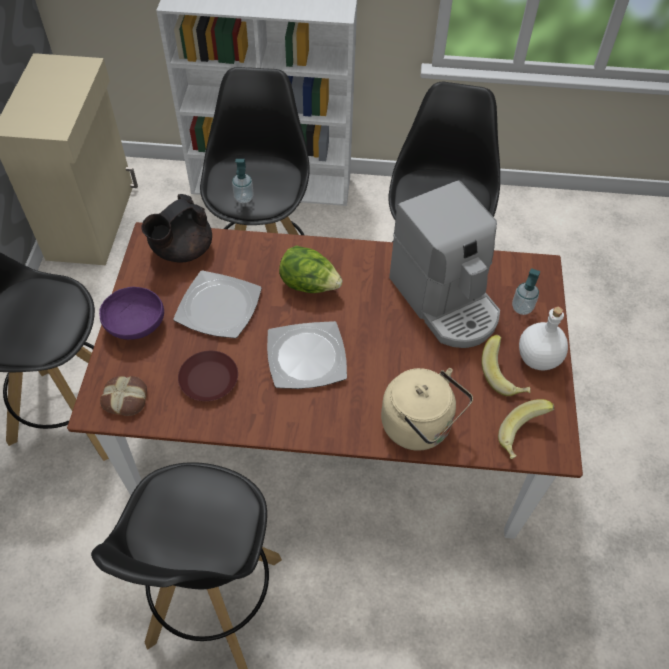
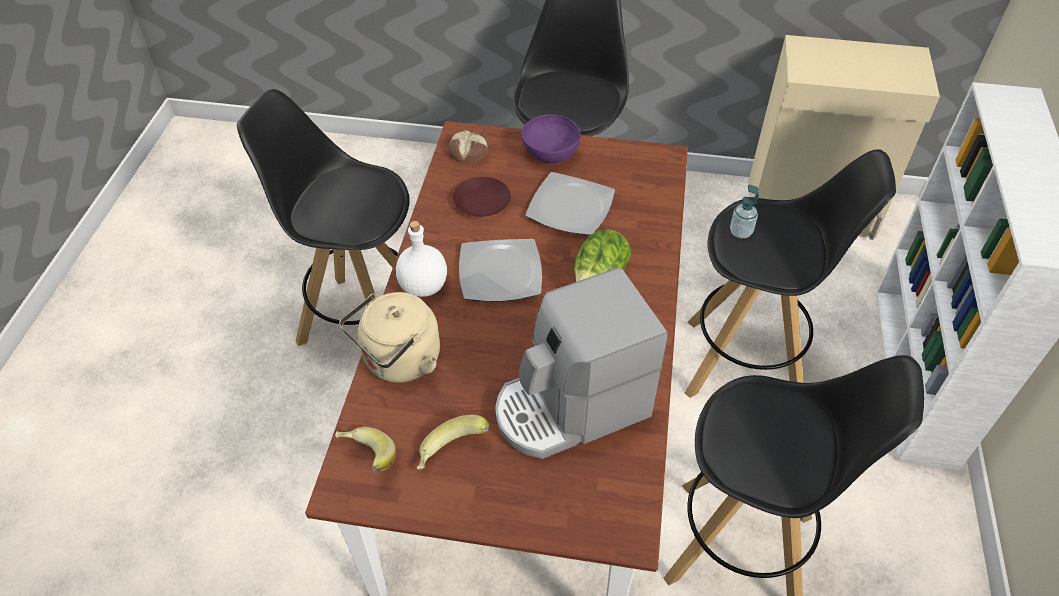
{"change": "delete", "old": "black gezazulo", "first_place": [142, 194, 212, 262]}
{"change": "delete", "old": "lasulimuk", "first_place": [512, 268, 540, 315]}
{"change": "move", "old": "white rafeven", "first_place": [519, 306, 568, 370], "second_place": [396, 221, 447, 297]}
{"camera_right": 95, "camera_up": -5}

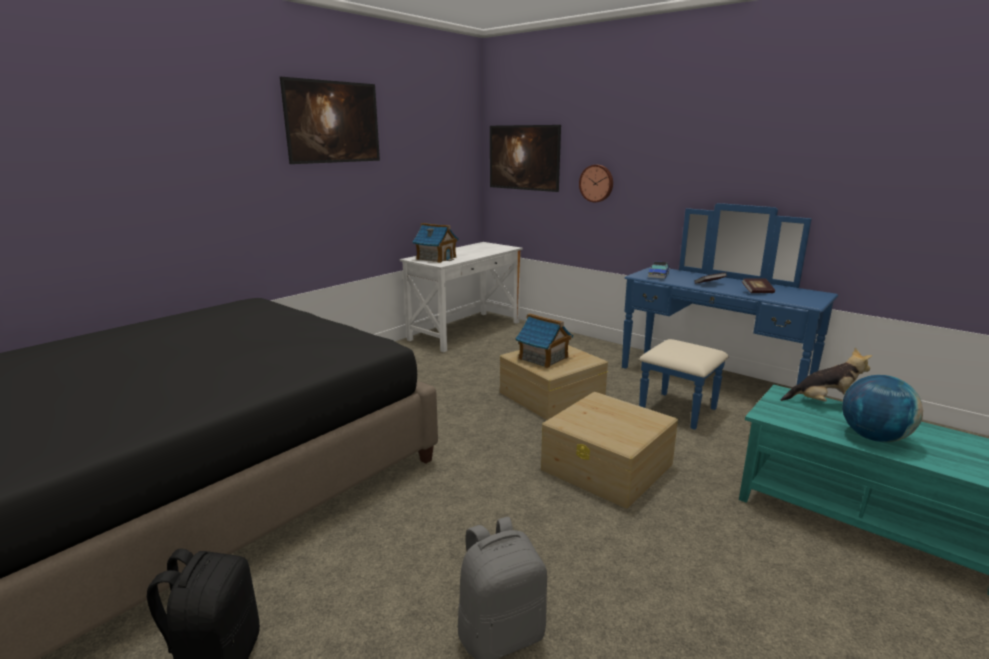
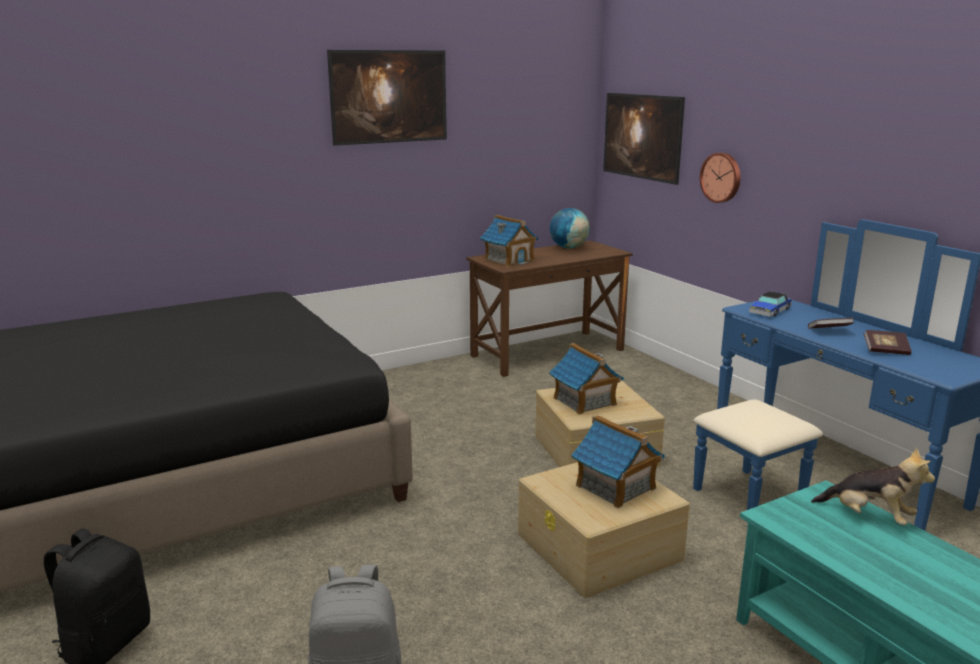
{"change": "recolor", "old": "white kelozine", "new": "brown kelozine", "first_place": [400, 242, 523, 352], "second_place": [466, 241, 633, 377]}
{"change": "move", "old": "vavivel", "first_place": [842, 375, 923, 442], "second_place": [550, 208, 590, 248]}
{"change": "insert", "new": "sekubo", "second_place": [571, 415, 665, 508]}
{"camera_right": 20, "camera_up": 0}

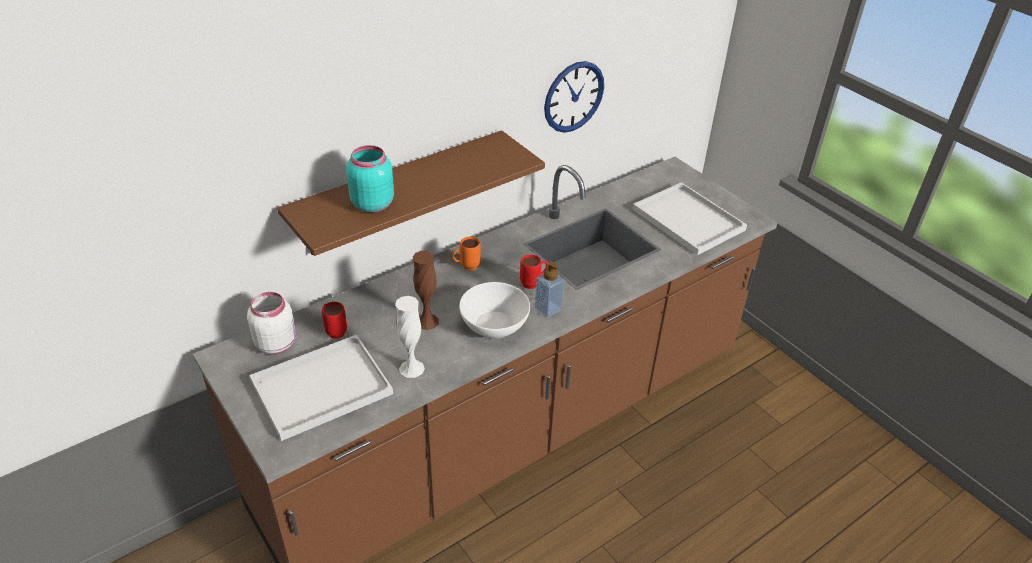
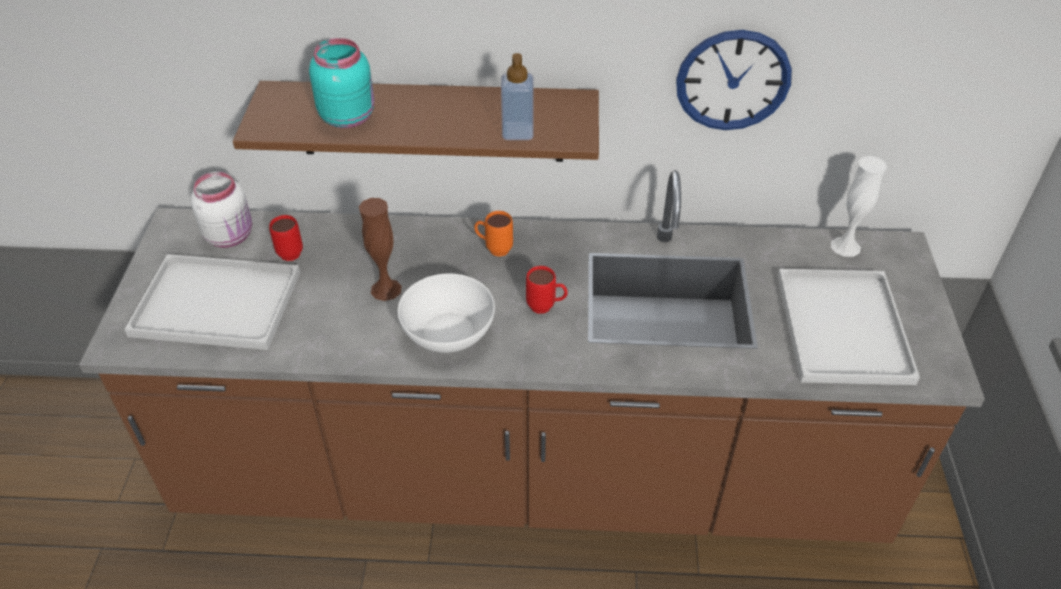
{"change": "move", "old": "lasulimuk", "first_place": [535, 261, 564, 318], "second_place": [501, 53, 534, 140]}
{"change": "move", "old": "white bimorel", "first_place": [395, 296, 425, 378], "second_place": [831, 156, 887, 257]}
{"camera_right": 40, "camera_up": 5}

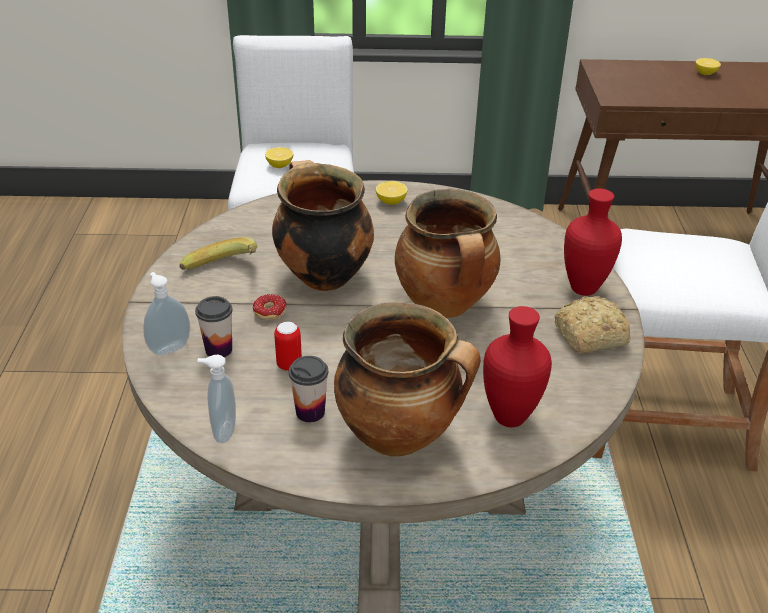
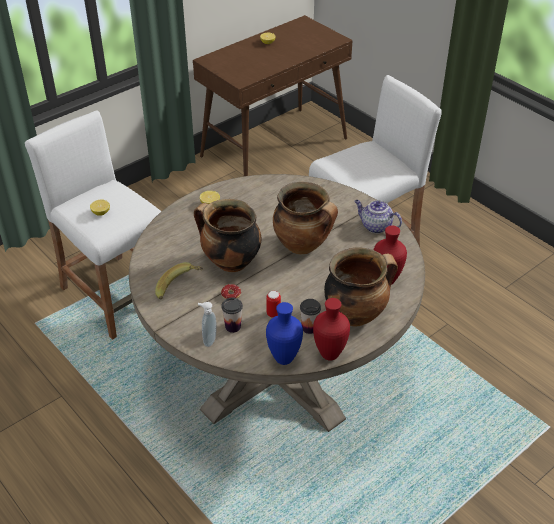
{"change": "move", "old": "red bimorel", "first_place": [564, 188, 622, 296], "second_place": [313, 298, 350, 361]}
{"change": "replace", "old": "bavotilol", "new": "gezazulo", "first_place": [555, 296, 630, 353], "second_place": [354, 200, 402, 234]}
{"change": "replace", "old": "lasulimuk", "new": "blue bimorel", "first_place": [197, 355, 236, 443], "second_place": [266, 302, 303, 365]}
{"camera_right": -40, "camera_up": 5}

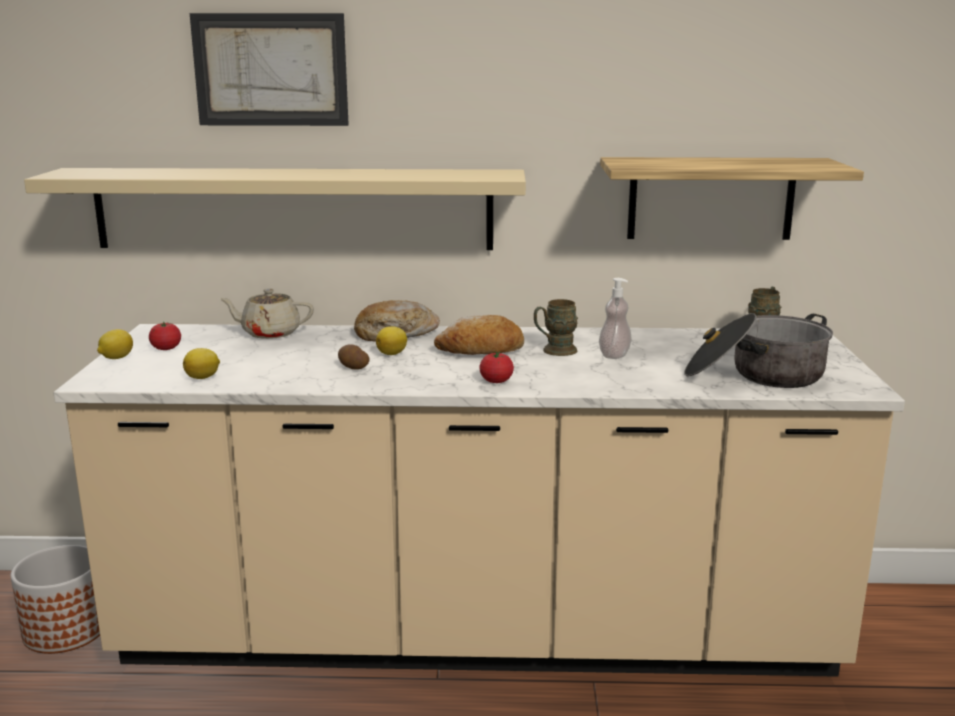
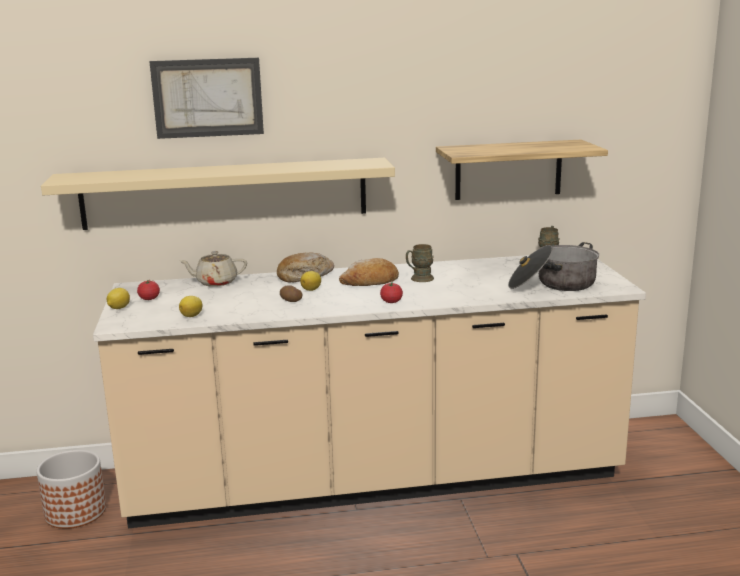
{"change": "delete", "old": "lasulimuk", "first_place": [599, 278, 632, 359]}
{"camera_right": -10, "camera_up": 0}

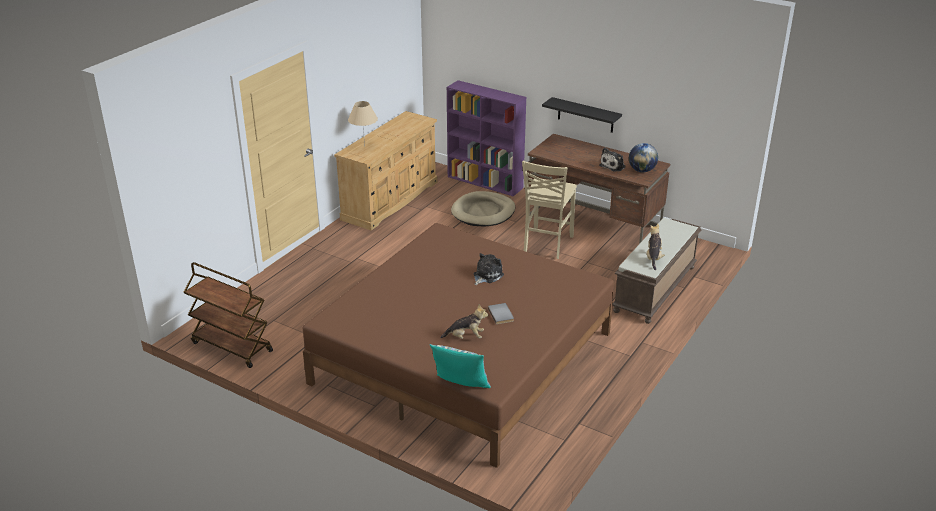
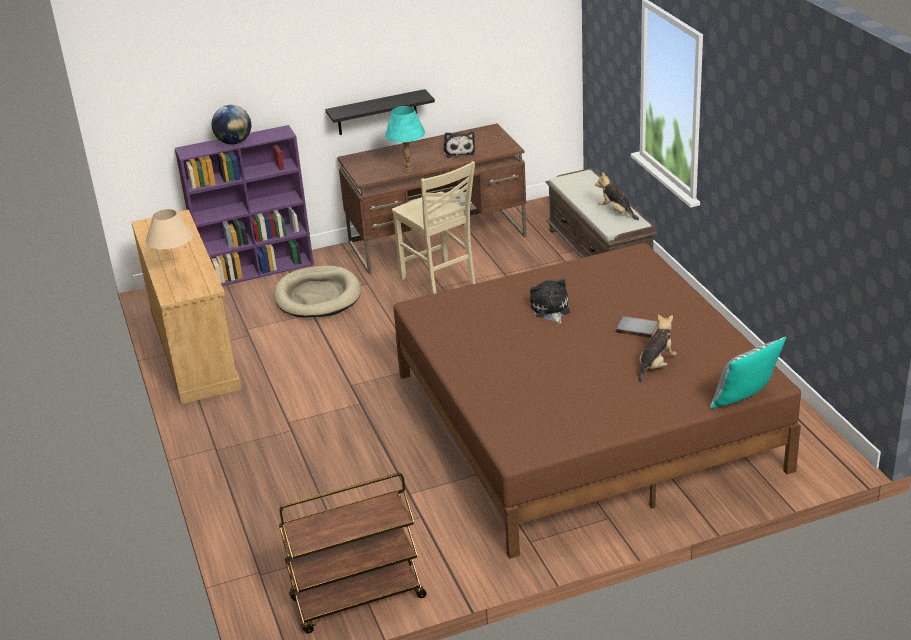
{"change": "move", "old": "vavivel", "first_place": [629, 143, 658, 172], "second_place": [212, 105, 251, 145]}
{"change": "insert", "new": "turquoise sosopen", "second_place": [385, 106, 425, 173]}
{"camera_right": -50, "camera_up": 0}

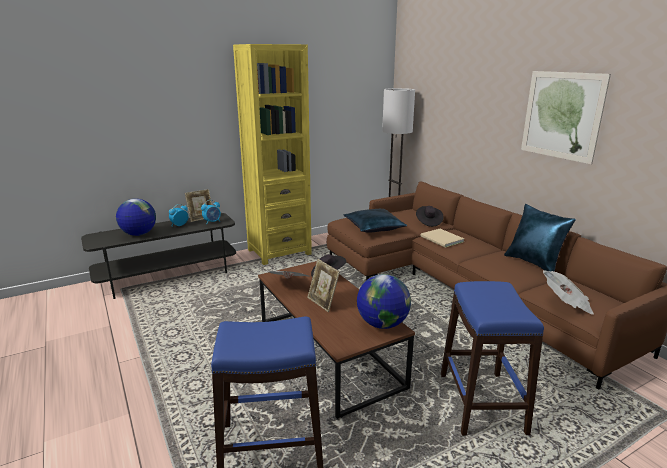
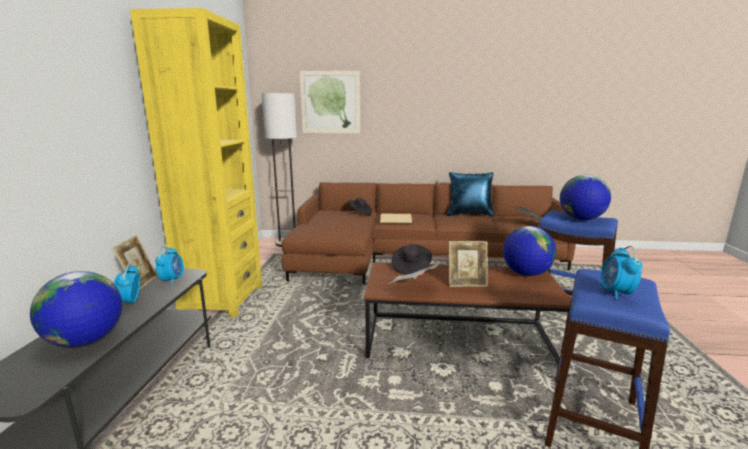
{"change": "move", "old": "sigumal", "first_place": [521, 71, 611, 164], "second_place": [300, 71, 360, 133]}
{"change": "delete", "old": "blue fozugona", "first_place": [344, 209, 407, 233]}
{"change": "insert", "new": "vavivel", "second_place": [560, 175, 611, 220]}
{"change": "insert", "new": "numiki", "second_place": [601, 246, 642, 299]}
{"camera_right": -55, "camera_up": -5}

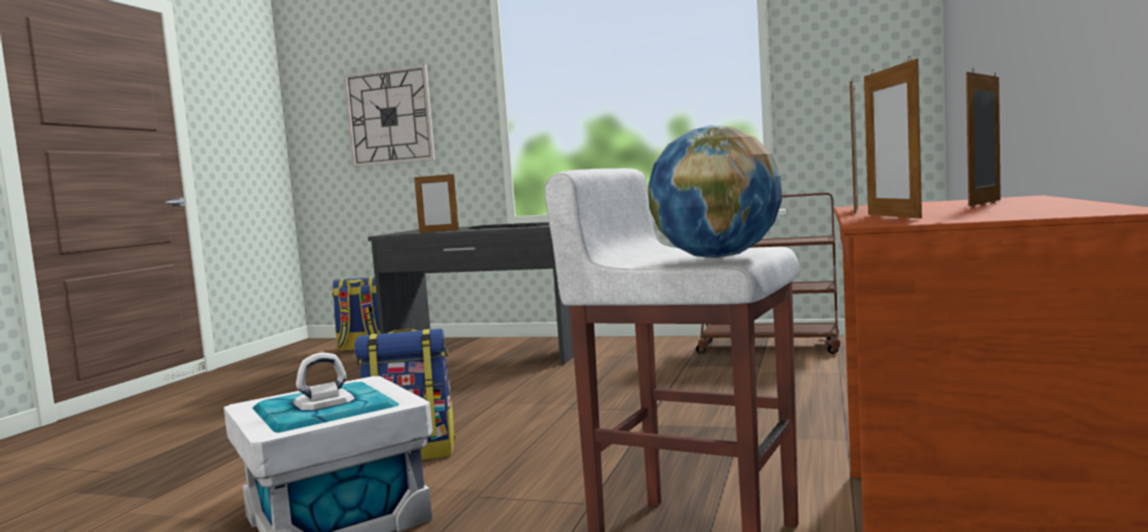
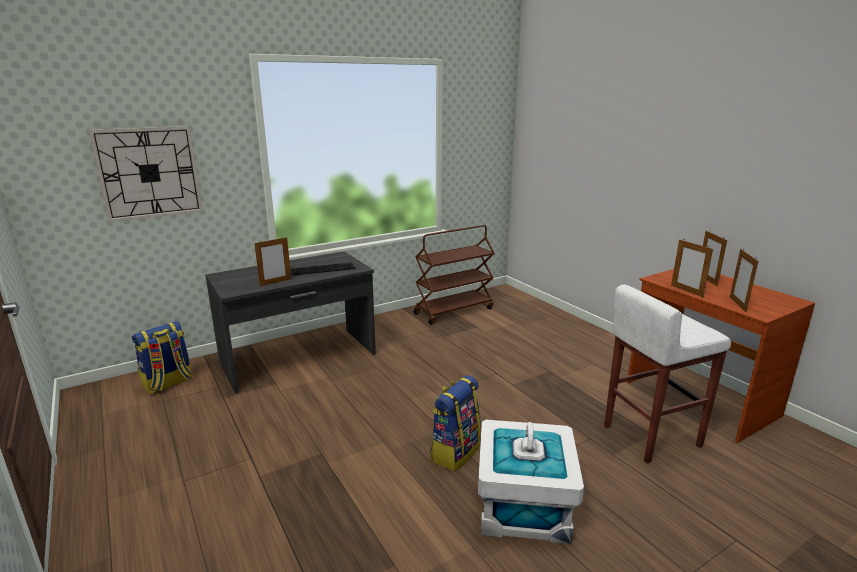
{"change": "rotate", "old": "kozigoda", "first_place": [864, 56, 922, 219], "second_place": [730, 249, 759, 312], "degrees": 60}
{"change": "delete", "old": "vavivel", "first_place": [648, 125, 782, 258]}
{"camera_right": -50, "camera_up": 15}

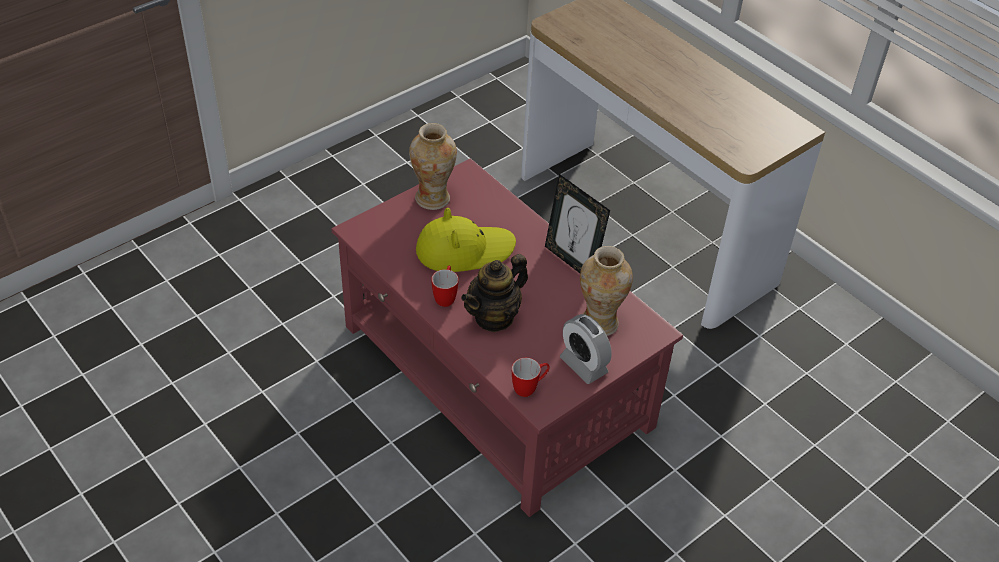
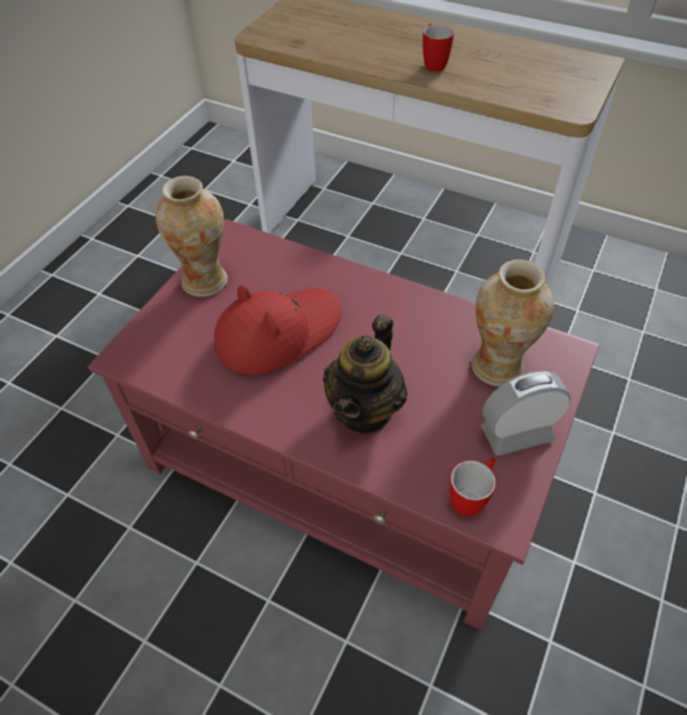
{"change": "delete", "old": "kozigoda", "first_place": [545, 174, 610, 273]}
{"change": "recolor", "old": "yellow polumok", "new": "red polumok", "first_place": [416, 208, 516, 272], "second_place": [214, 285, 341, 375]}
{"change": "move", "old": "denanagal", "first_place": [431, 266, 459, 307], "second_place": [423, 24, 454, 72]}
{"change": "rotate", "old": "numiki", "first_place": [560, 314, 612, 384], "second_place": [481, 371, 571, 456], "degrees": 135}
{"camera_right": -20, "camera_up": 5}

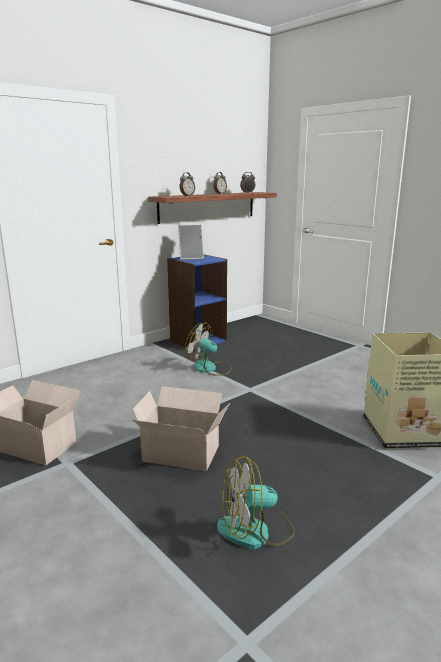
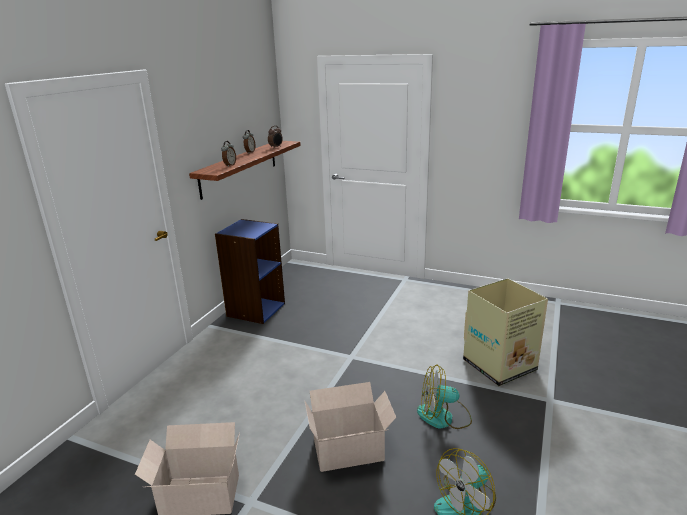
{"change": "delete", "old": "kozigoda", "first_place": [178, 224, 204, 260]}
{"change": "move", "old": "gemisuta", "first_place": [185, 323, 232, 376], "second_place": [417, 365, 472, 429]}
{"camera_right": -25, "camera_up": 5}

